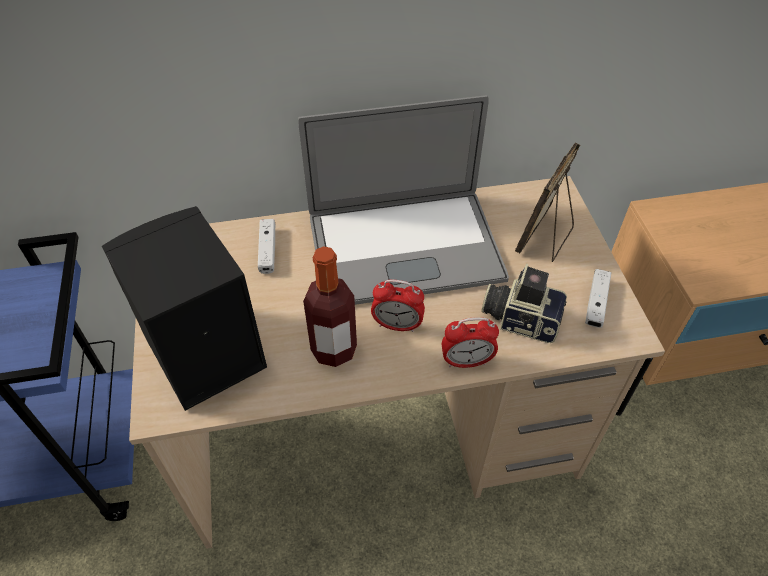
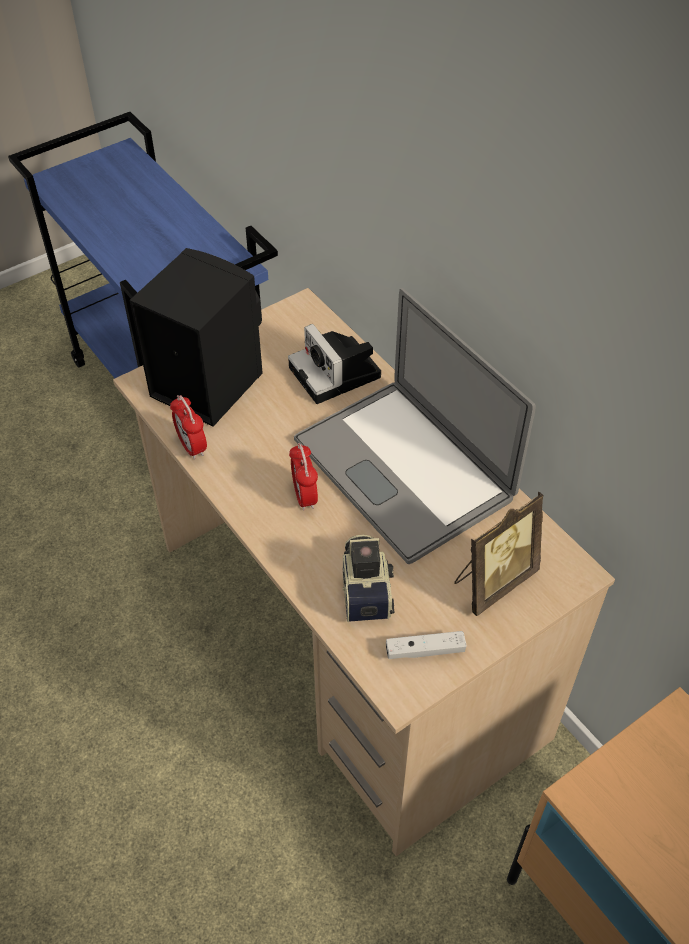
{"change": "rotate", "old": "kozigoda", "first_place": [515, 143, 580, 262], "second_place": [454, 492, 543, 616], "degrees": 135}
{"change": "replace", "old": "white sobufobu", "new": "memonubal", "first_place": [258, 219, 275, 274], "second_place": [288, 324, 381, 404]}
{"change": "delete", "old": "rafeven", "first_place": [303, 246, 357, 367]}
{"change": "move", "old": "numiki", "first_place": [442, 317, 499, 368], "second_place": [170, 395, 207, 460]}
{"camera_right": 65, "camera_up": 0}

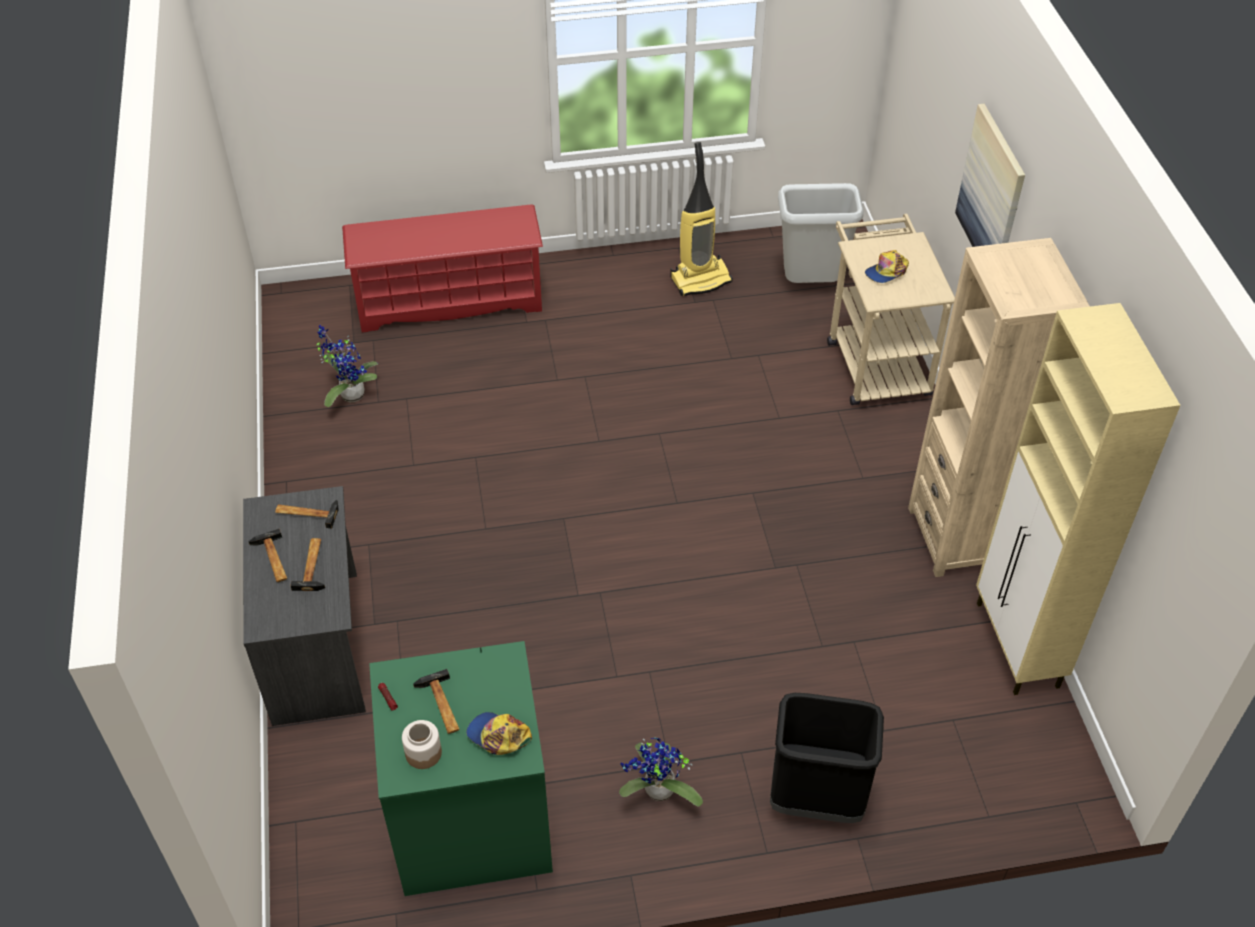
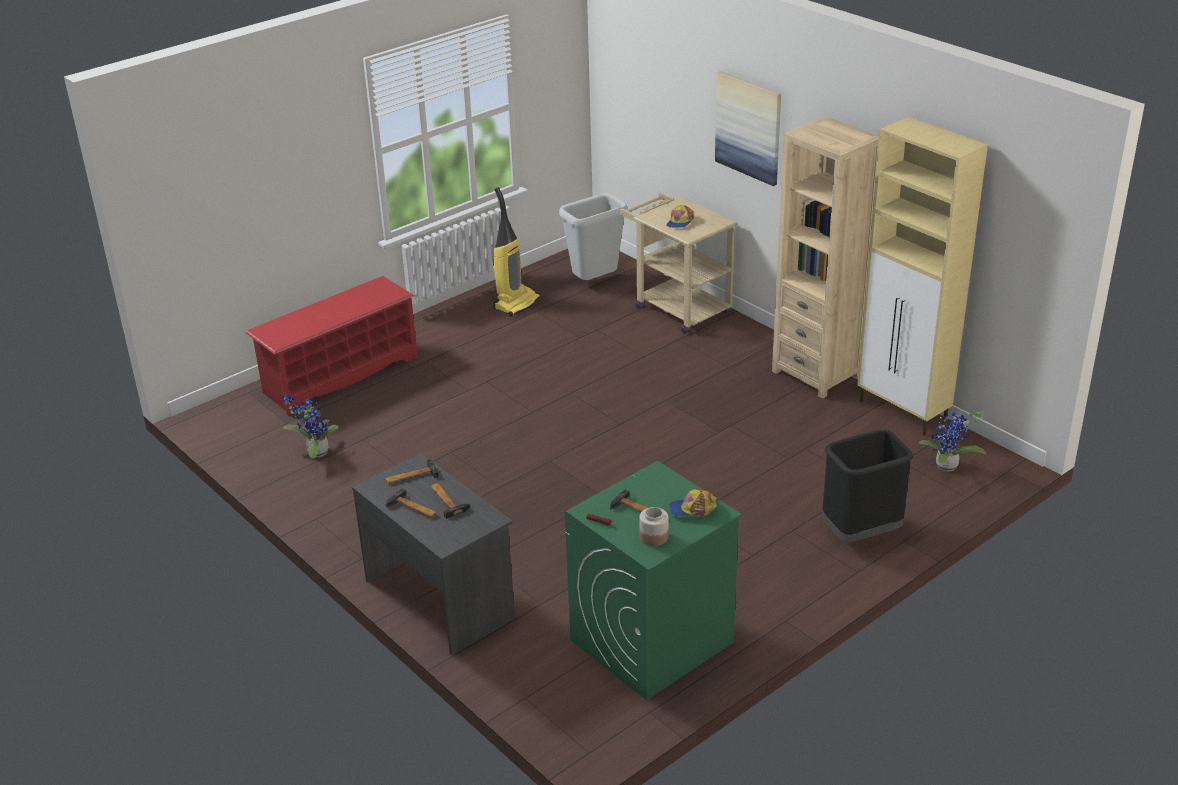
{"change": "move", "old": "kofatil", "first_place": [619, 738, 703, 807], "second_place": [919, 412, 986, 471]}
{"camera_right": -30, "camera_up": -15}

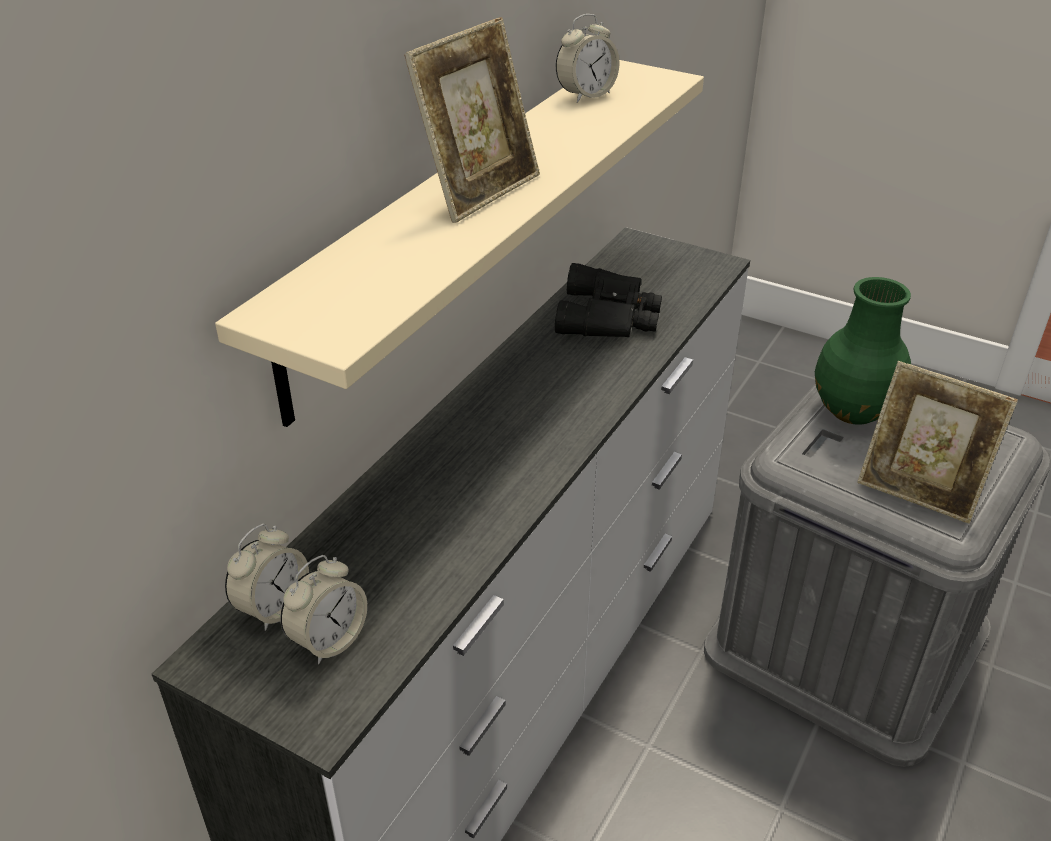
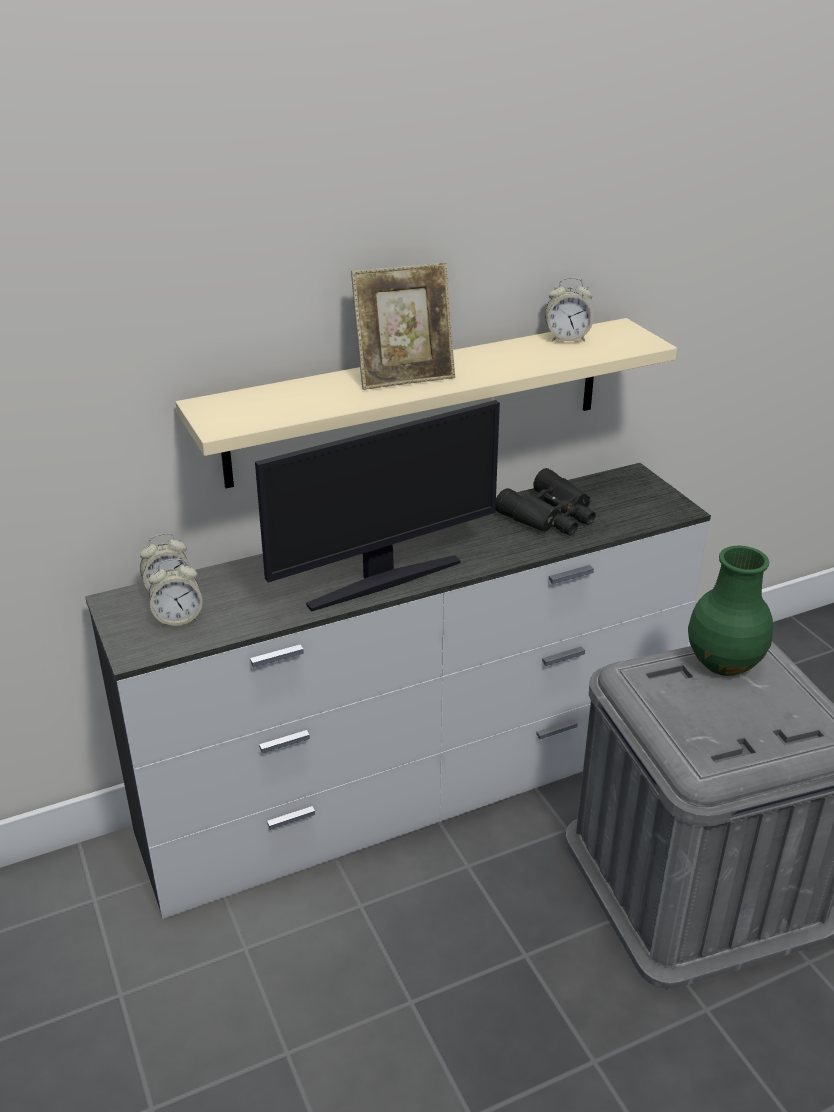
{"change": "delete", "old": "kozigoda", "first_place": [857, 361, 1018, 524]}
{"change": "insert", "new": "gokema", "second_place": [255, 400, 500, 612]}
{"camera_right": 35, "camera_up": -5}

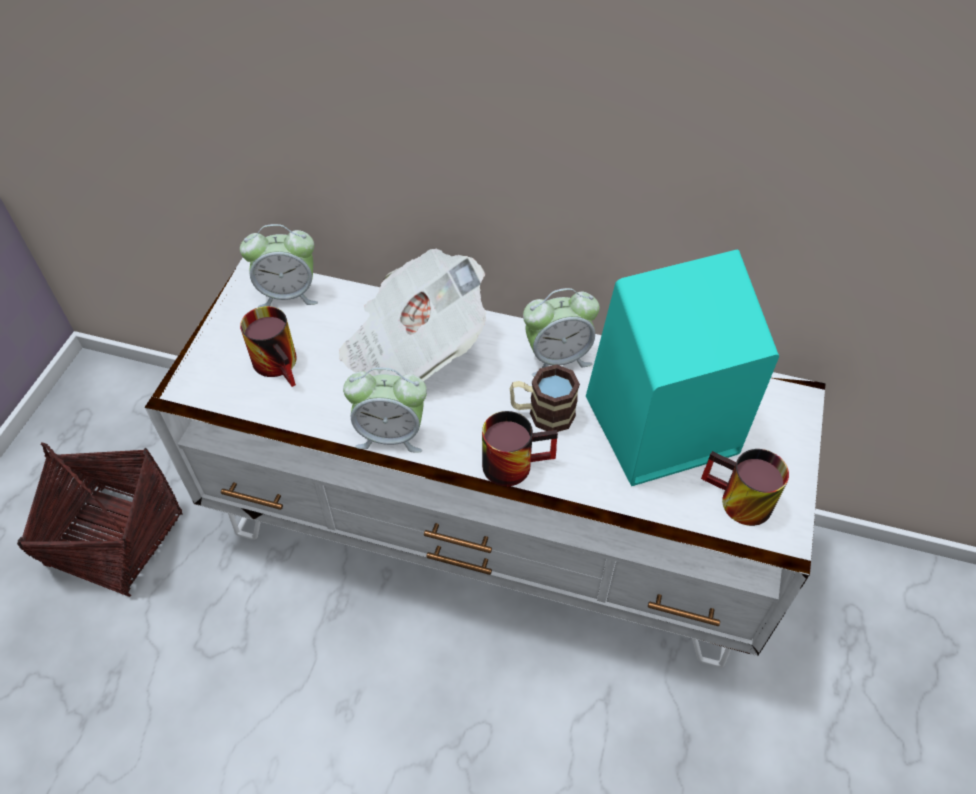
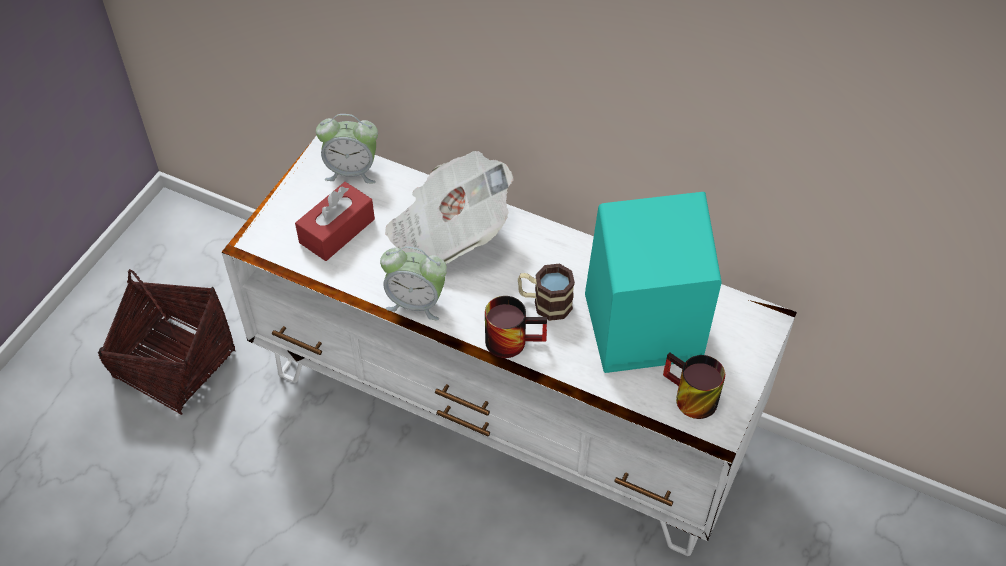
{"change": "delete", "old": "numiki", "first_place": [523, 288, 600, 376]}
{"change": "replace", "old": "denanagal", "new": "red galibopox", "first_place": [240, 306, 297, 387], "second_place": [295, 182, 375, 261]}
{"camera_right": 10, "camera_up": 0}

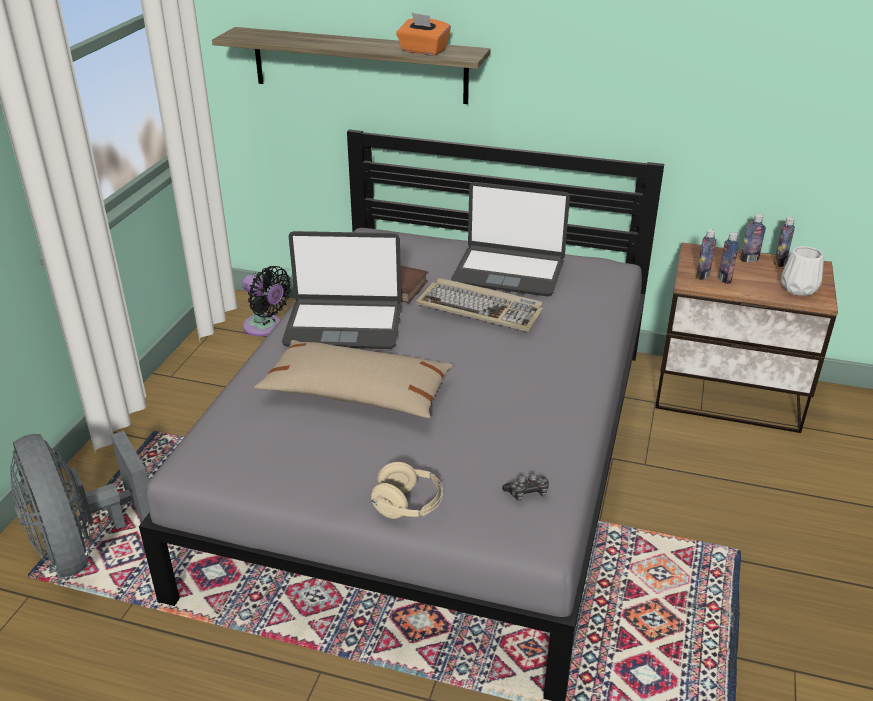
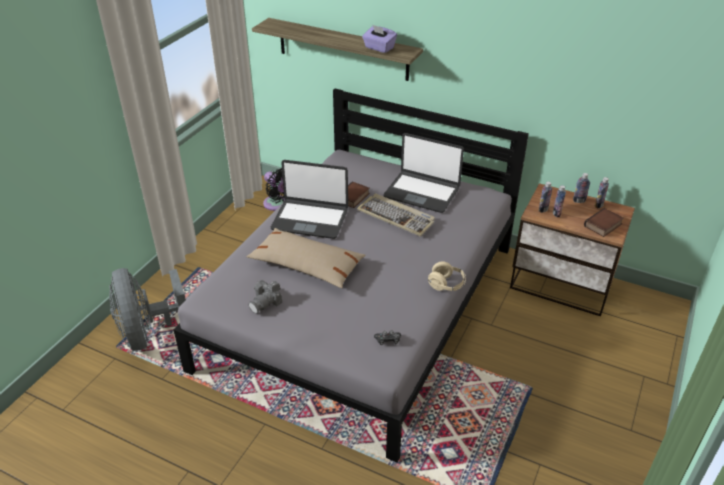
{"change": "recolor", "old": "orange galibopox", "new": "purple galibopox", "first_place": [396, 13, 451, 56], "second_place": [362, 24, 397, 53]}
{"change": "replace", "old": "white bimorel", "new": "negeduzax", "first_place": [781, 246, 824, 296], "second_place": [584, 208, 624, 237]}
{"change": "move", "old": "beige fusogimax", "first_place": [371, 462, 443, 519], "second_place": [428, 262, 466, 291]}
{"change": "insert", "new": "memonubal", "second_place": [249, 280, 282, 314]}
{"camera_right": 10, "camera_up": 5}

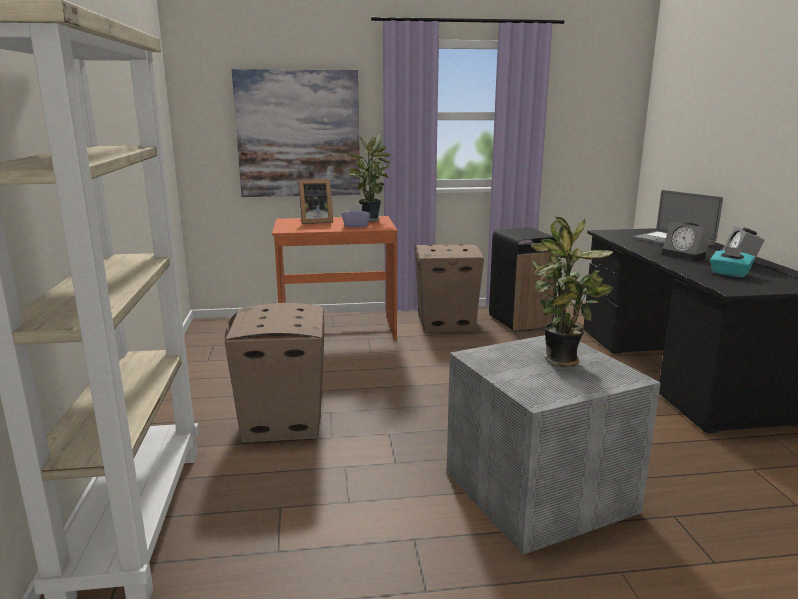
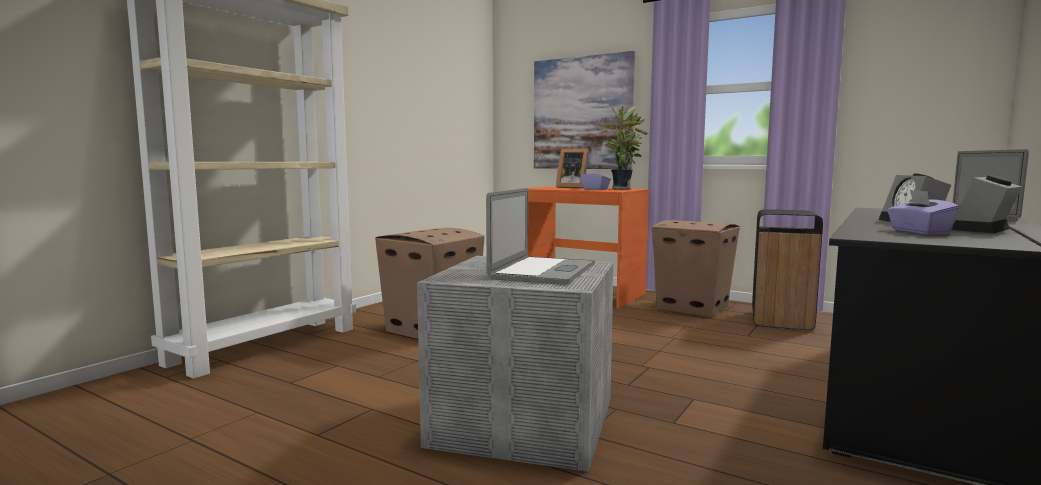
{"change": "replace", "old": "kofatil", "new": "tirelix", "first_place": [531, 216, 613, 367], "second_place": [486, 188, 595, 285]}
{"change": "recolor", "old": "turquoise galibopox", "new": "purple galibopox", "first_place": [710, 246, 755, 278], "second_place": [887, 190, 960, 234]}
{"camera_right": 40, "camera_up": -10}

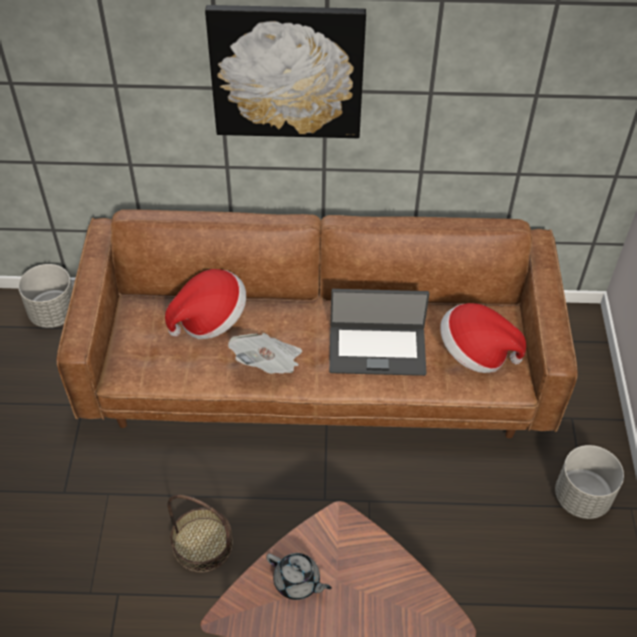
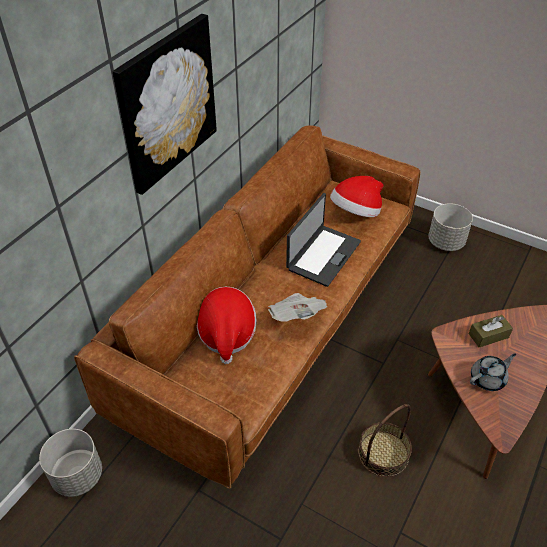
{"change": "insert", "new": "brown galibopox", "second_place": [469, 315, 513, 347]}
{"camera_right": -60, "camera_up": -5}

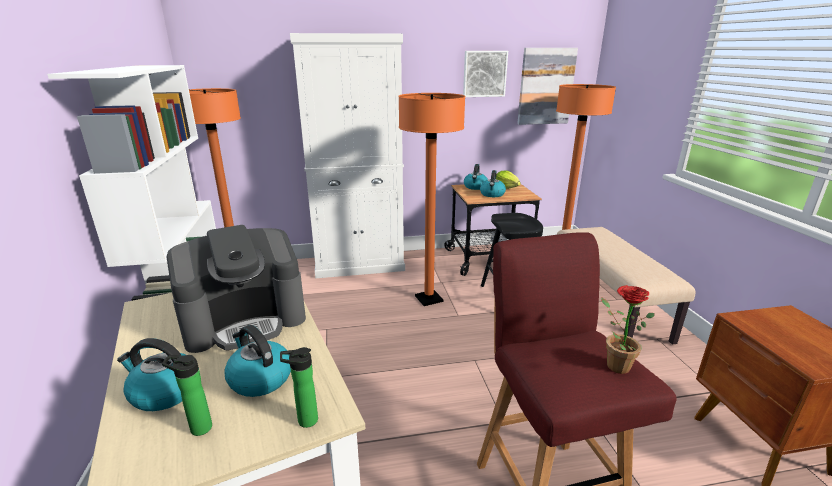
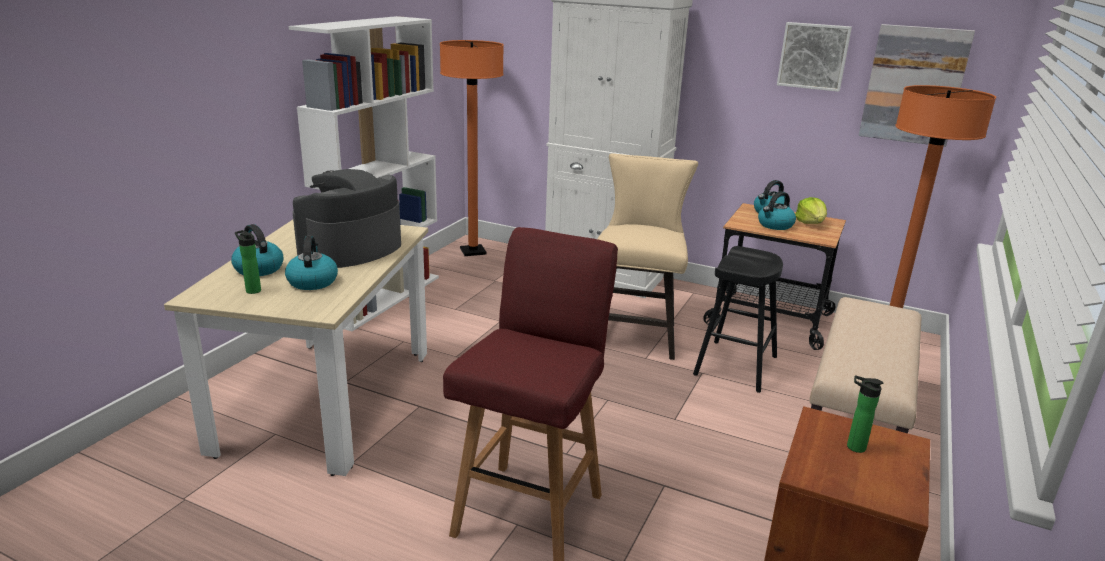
{"change": "replace", "old": "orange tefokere", "new": "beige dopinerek", "first_place": [398, 93, 465, 306], "second_place": [597, 154, 698, 360]}
{"change": "rotate", "old": "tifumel", "first_place": [167, 225, 306, 353], "second_place": [293, 169, 401, 268], "degrees": 120}
{"change": "delete", "old": "kofatil", "first_place": [601, 285, 655, 374]}
{"change": "move", "old": "rafeven", "first_place": [280, 347, 318, 428], "second_place": [847, 375, 883, 453]}
{"camera_right": 35, "camera_up": 0}

